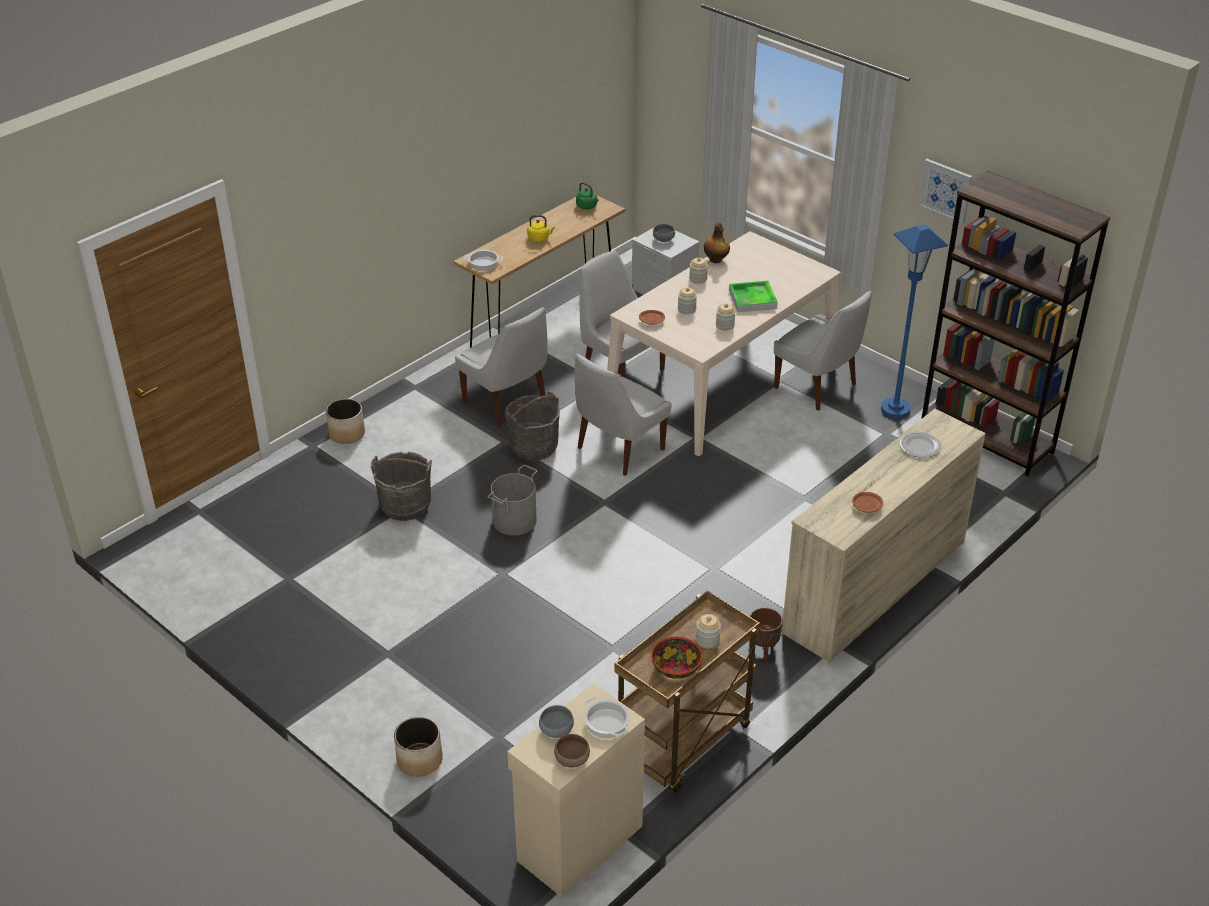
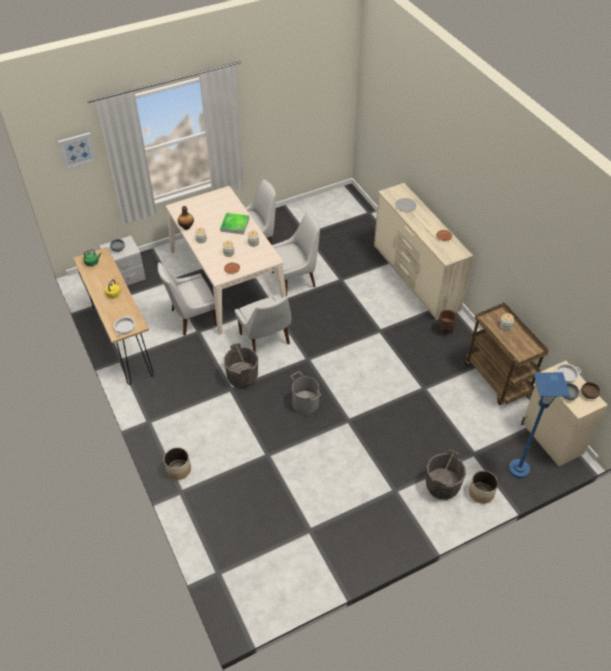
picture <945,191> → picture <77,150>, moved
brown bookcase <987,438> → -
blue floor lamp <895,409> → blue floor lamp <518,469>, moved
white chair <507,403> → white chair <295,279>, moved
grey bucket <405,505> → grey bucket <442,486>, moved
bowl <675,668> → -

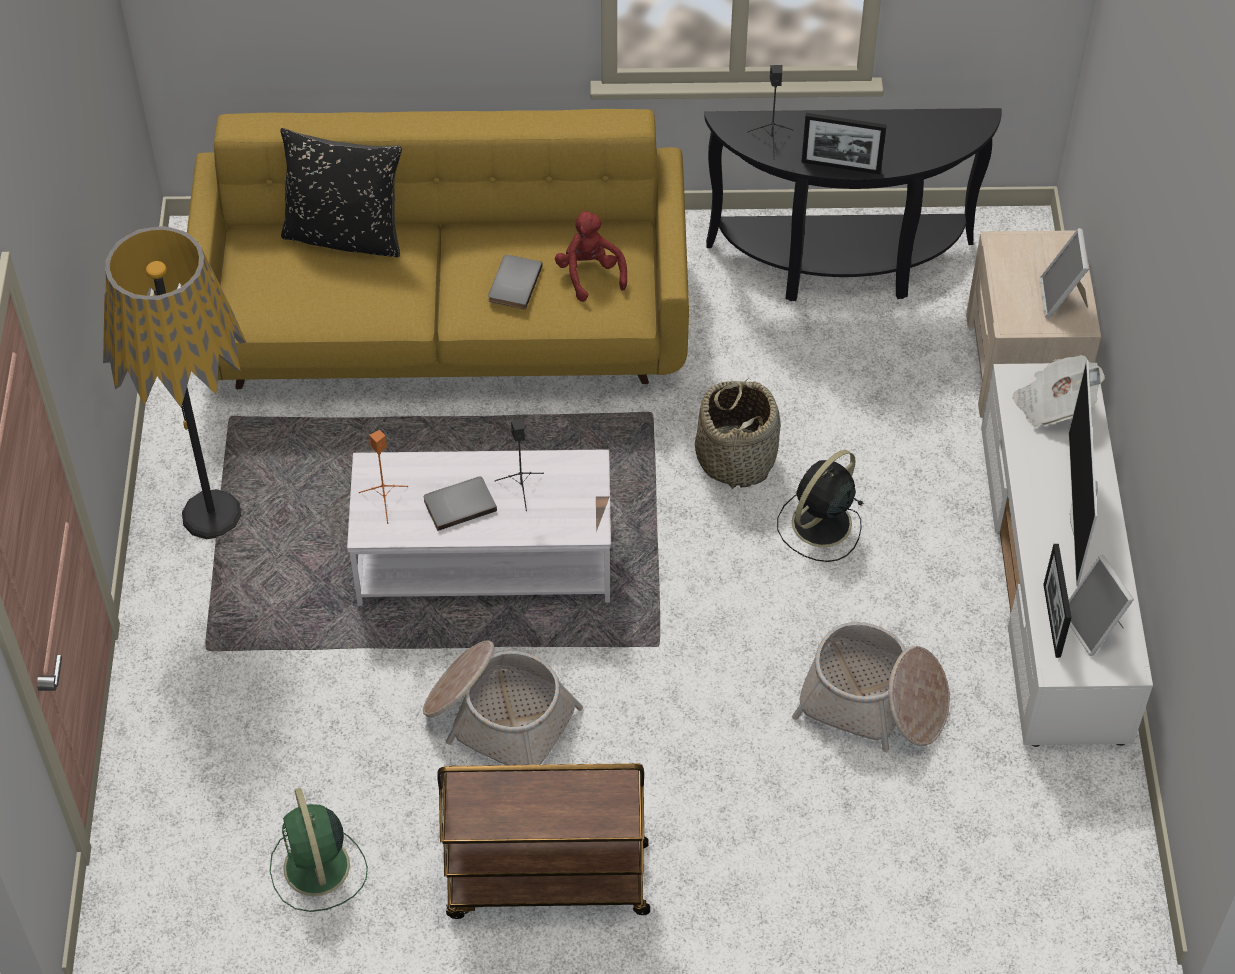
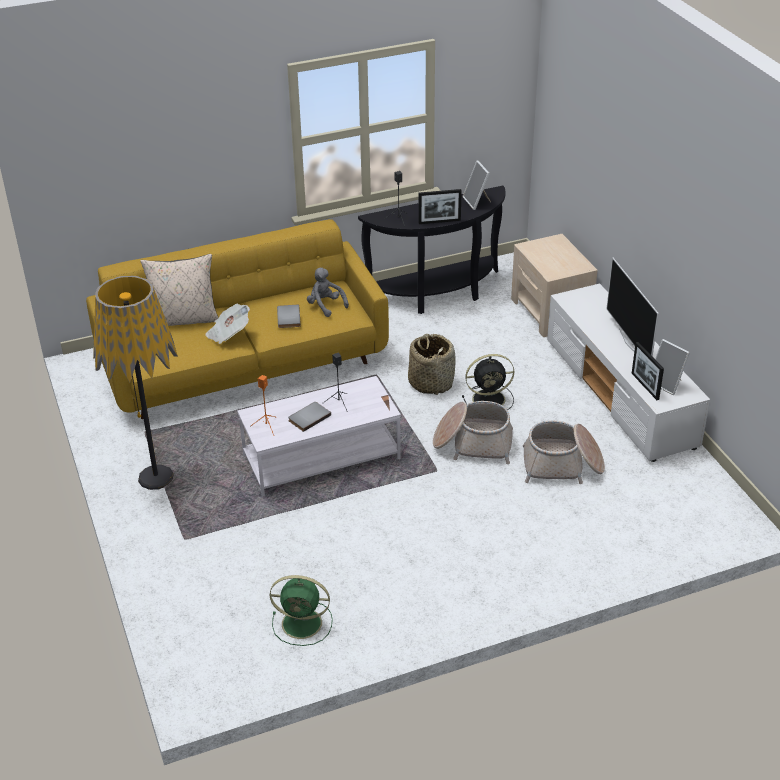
black pillow <345,235> → beige pillow <184,319>
red plush toy <590,274> → grey plush toy <325,306>
picture frame <1062,299> → picture frame <477,202>, moved
newspaper <1054,404> → newspaper <228,333>, moved
black fan <819,525> → black fan <490,399>, 120 degrees counterclockwise
basket <498,717> → basket <473,443>, moved
brown cart <546,881> → -
green fan <317,869> → green fan <303,623>, 45 degrees counterclockwise

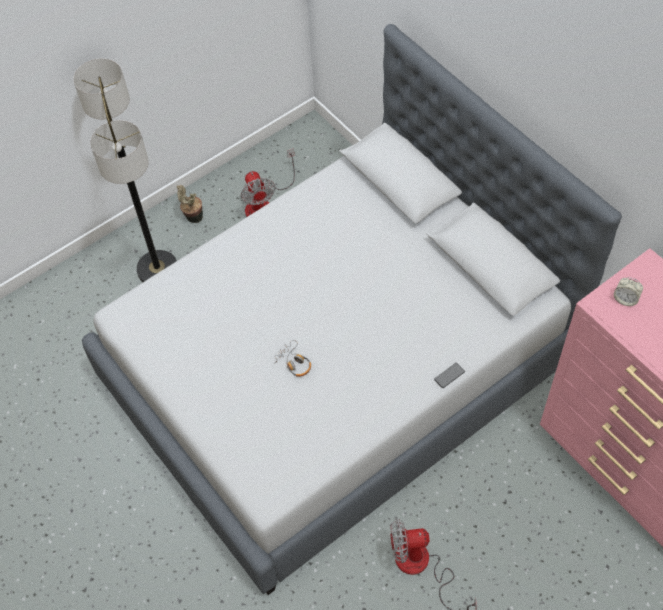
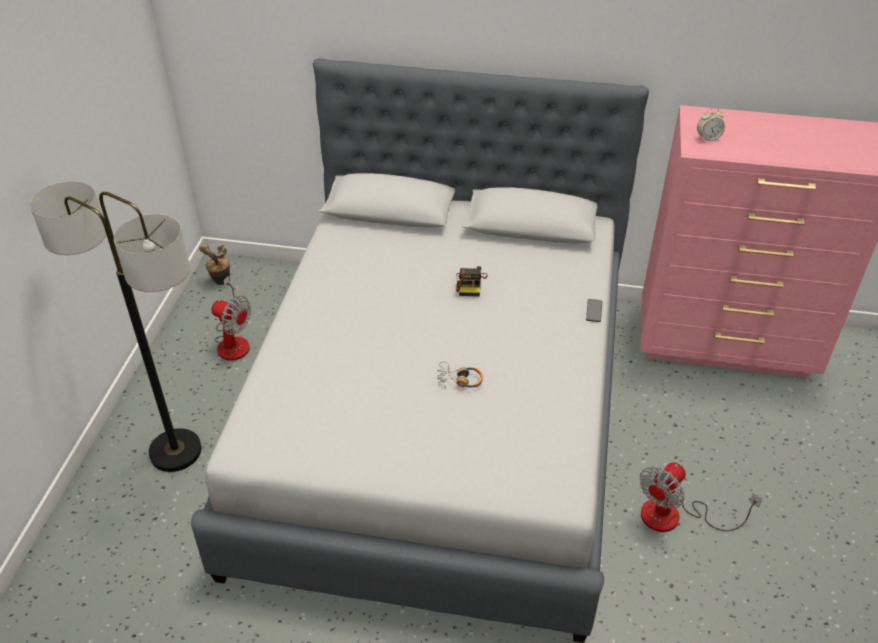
potted plant <193,218> → potted plant <220,282>, moved
- → photo camera <470,284>

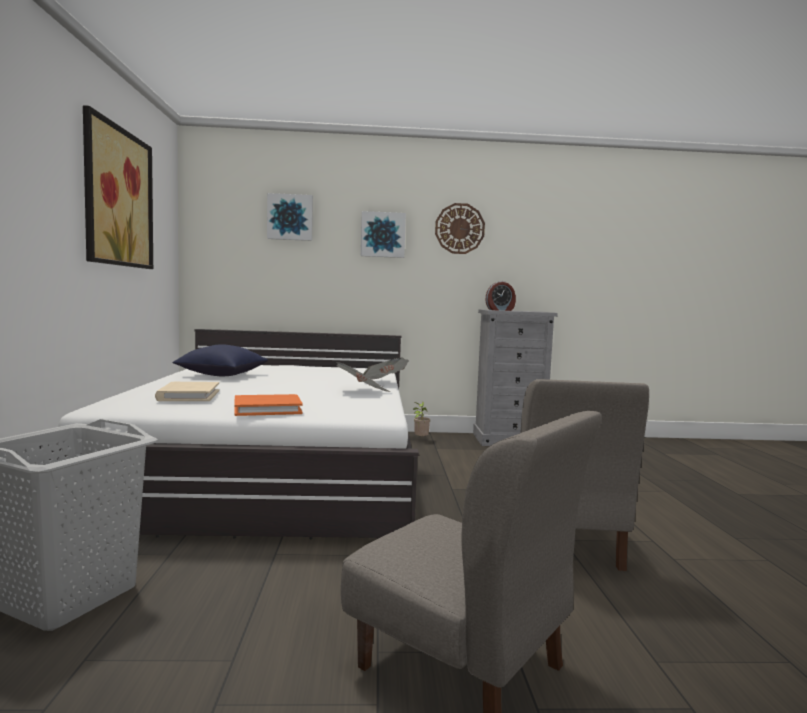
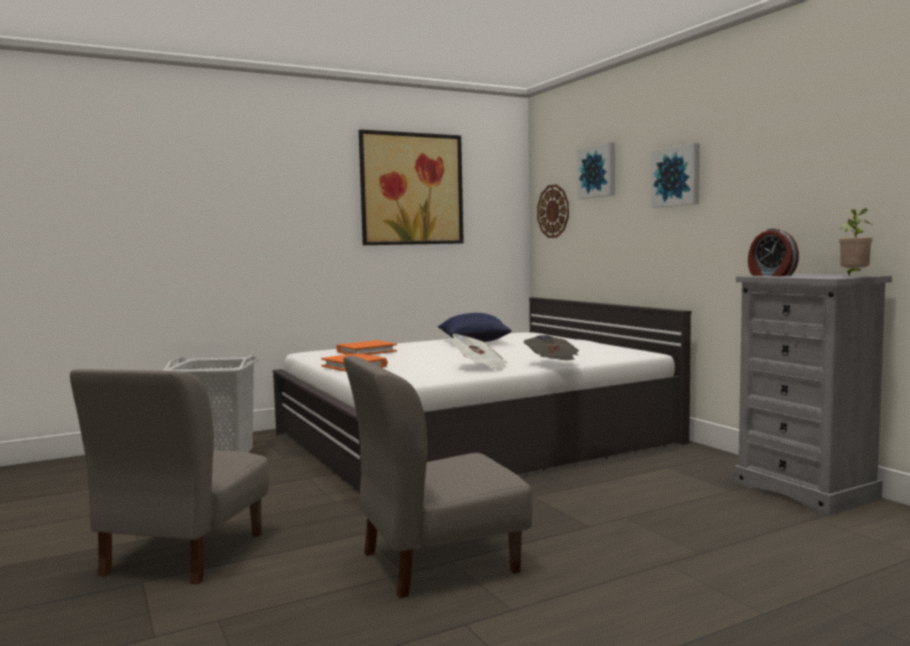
wall clock <459,228> → wall clock <553,211>, moved
beige book <188,395> → orange book <366,351>
potted plant <420,439> → potted plant <854,276>, moved

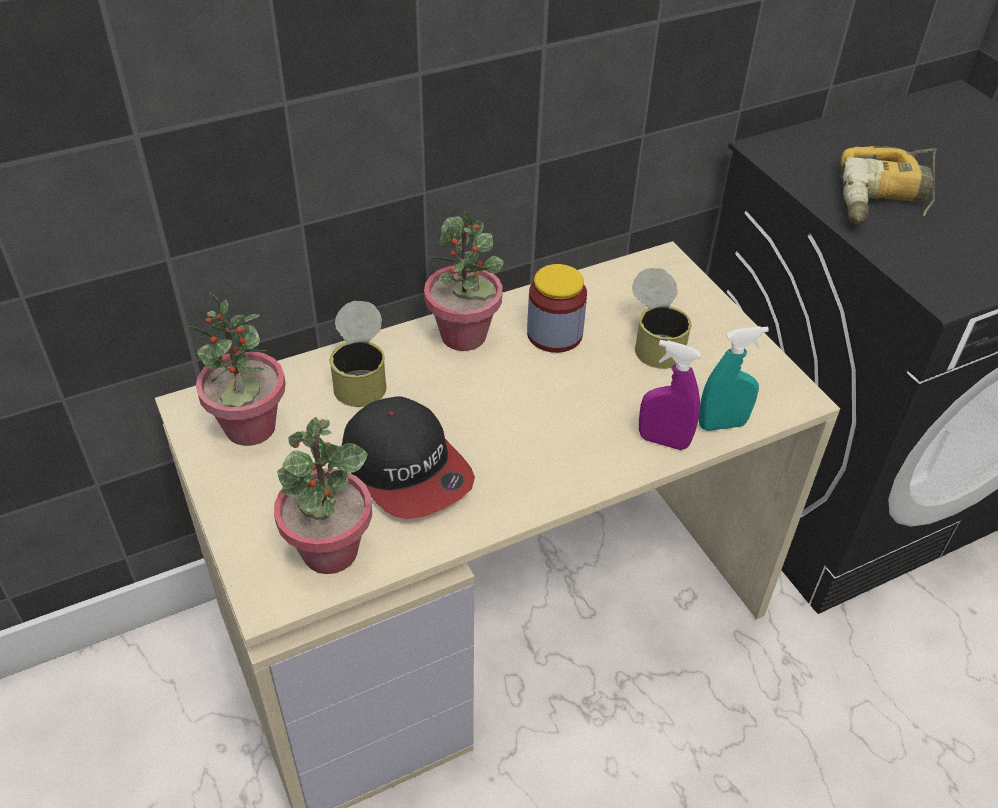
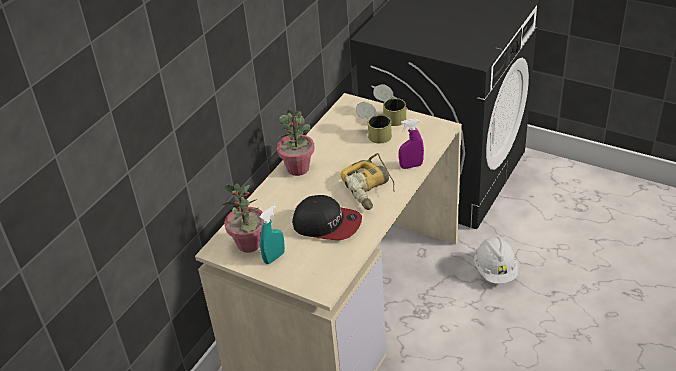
power drill <885,198> → power drill <371,188>, moved
jar <554,334> → -
can <361,376> → can <390,115>, moved
turquoise spray bottle <722,424> → turquoise spray bottle <274,257>, moved
potted plant <330,550> → -
- → white hard hat <495,271>

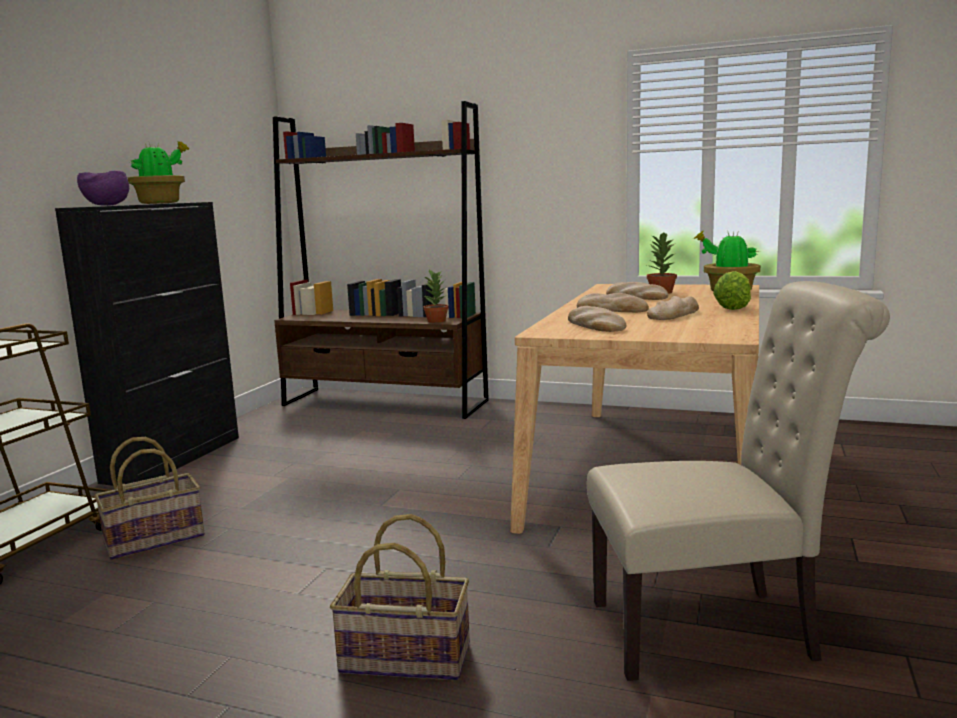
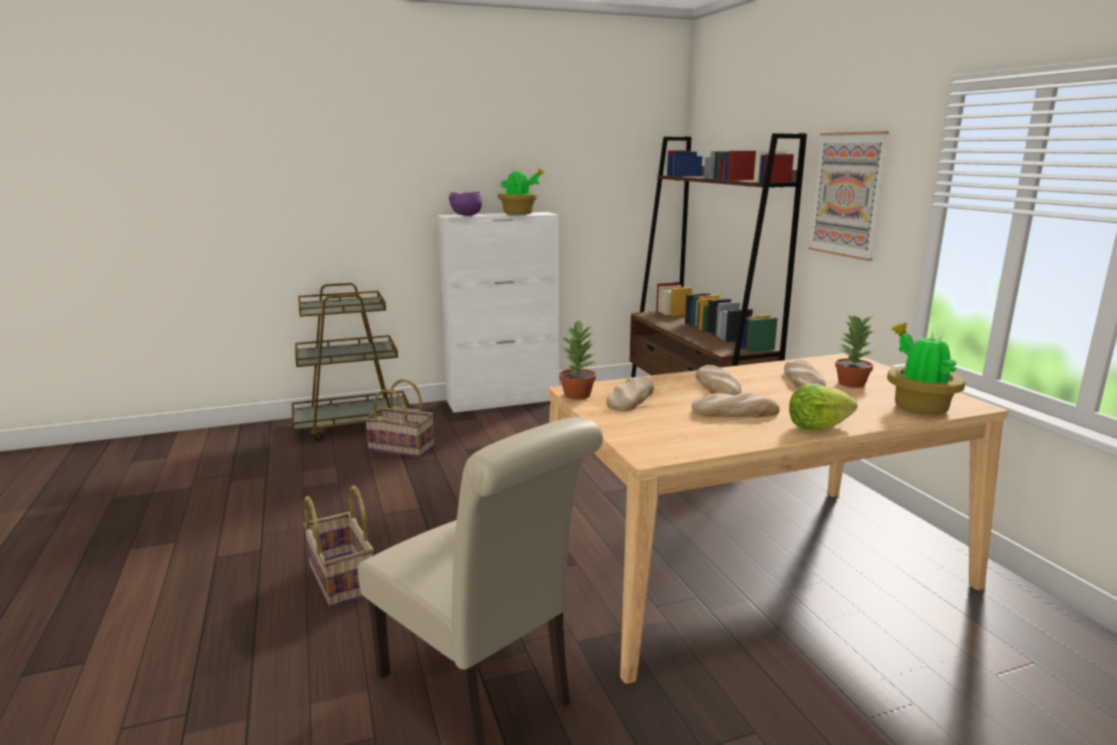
black cabinet <174,458> → white cabinet <503,400>
potted plant <436,321> → potted plant <578,394>, moved
- → picture <847,194>

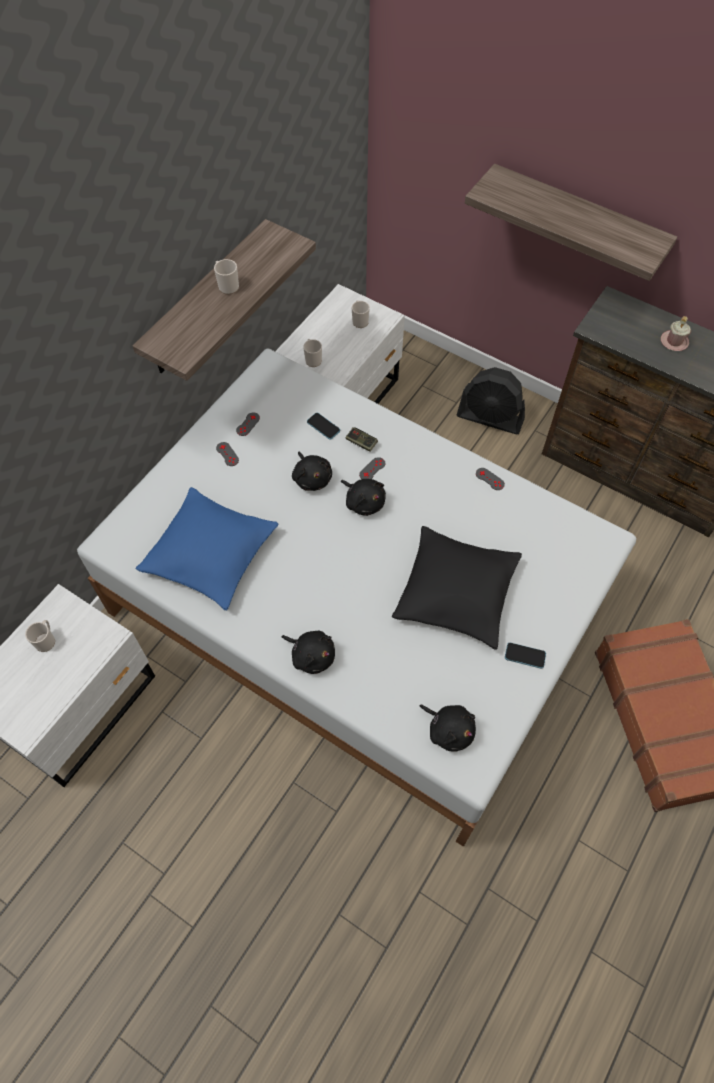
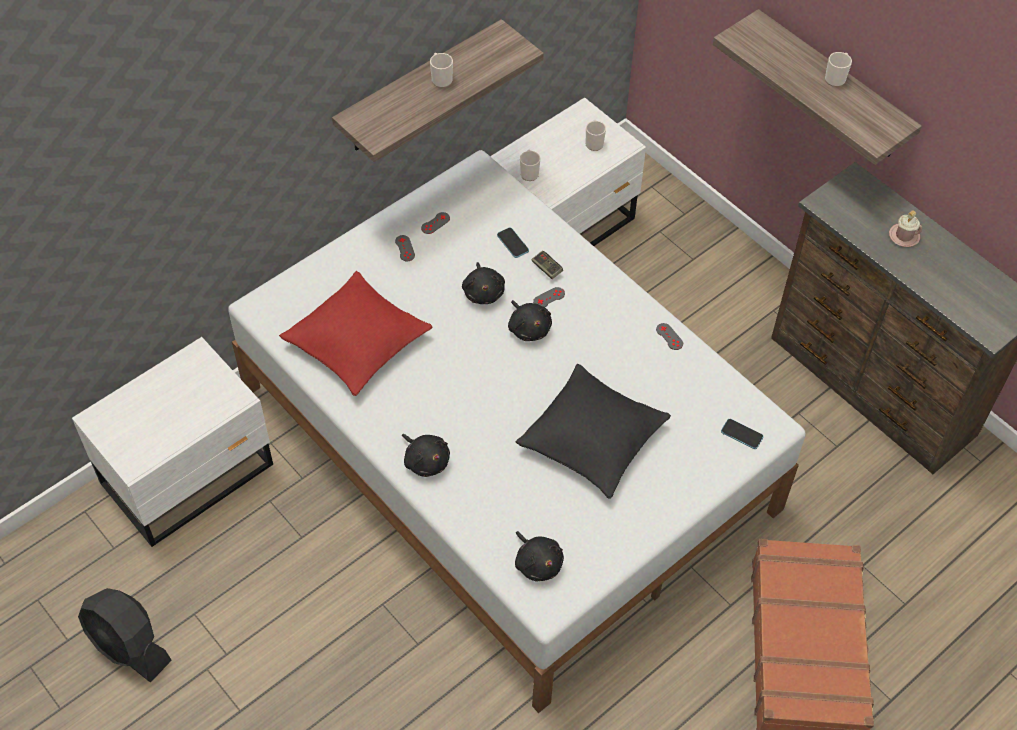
black fan <490,418> → black fan <129,646>, moved
blue pillow <210,554> → red pillow <357,341>
mug <46,640> → mug <836,78>, moved
phone <525,656> → phone <741,434>, moved

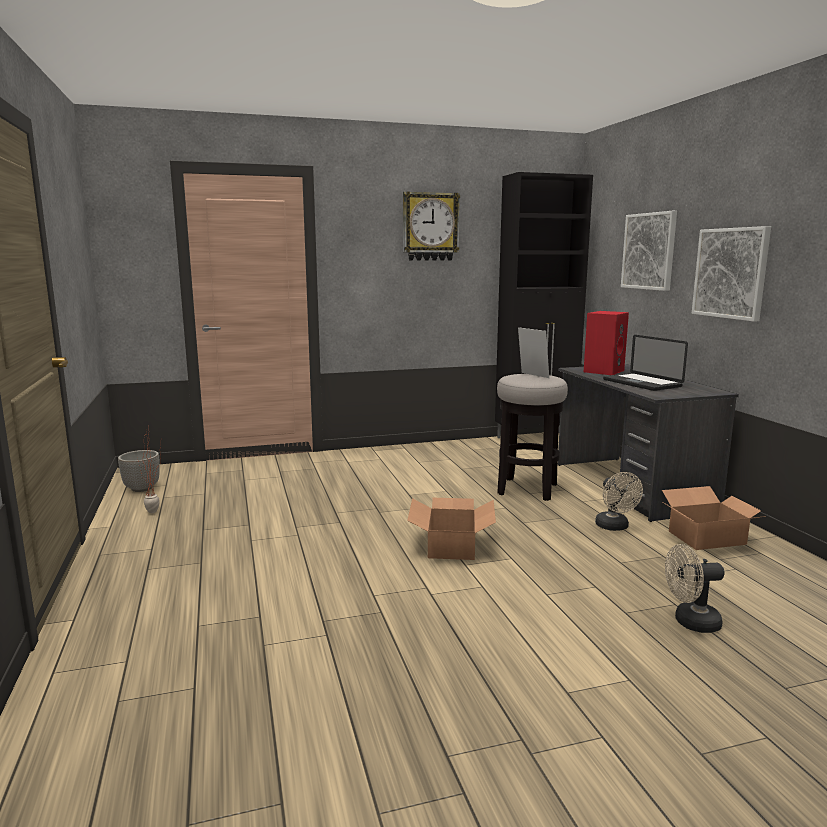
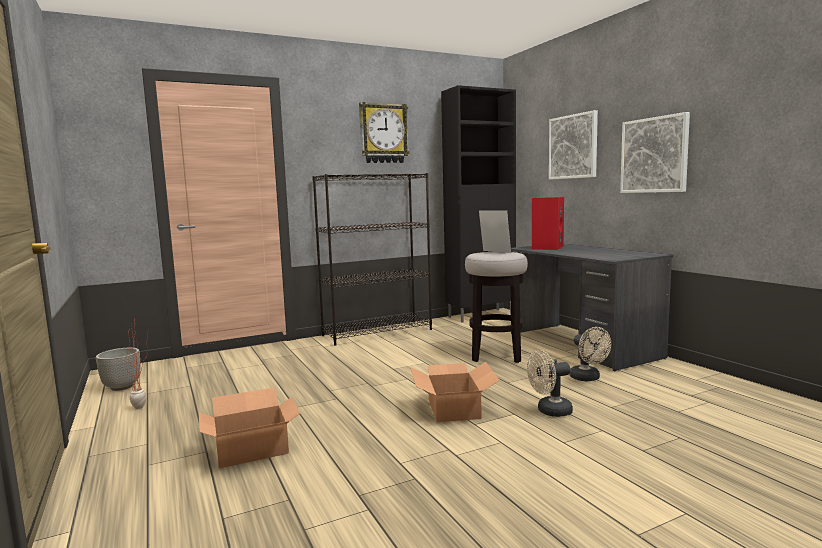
laptop <642,383> → -
cardboard box <705,537> → cardboard box <251,449>, moved
beige fan <690,622> → beige fan <549,411>, moved
- → black bookcase <378,332>

